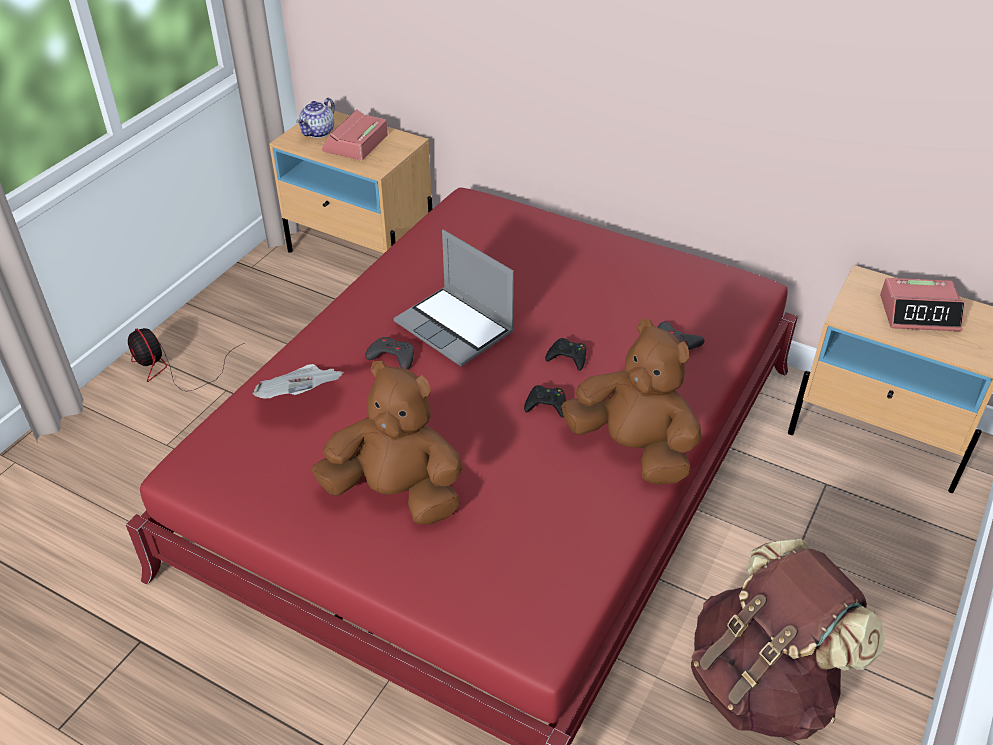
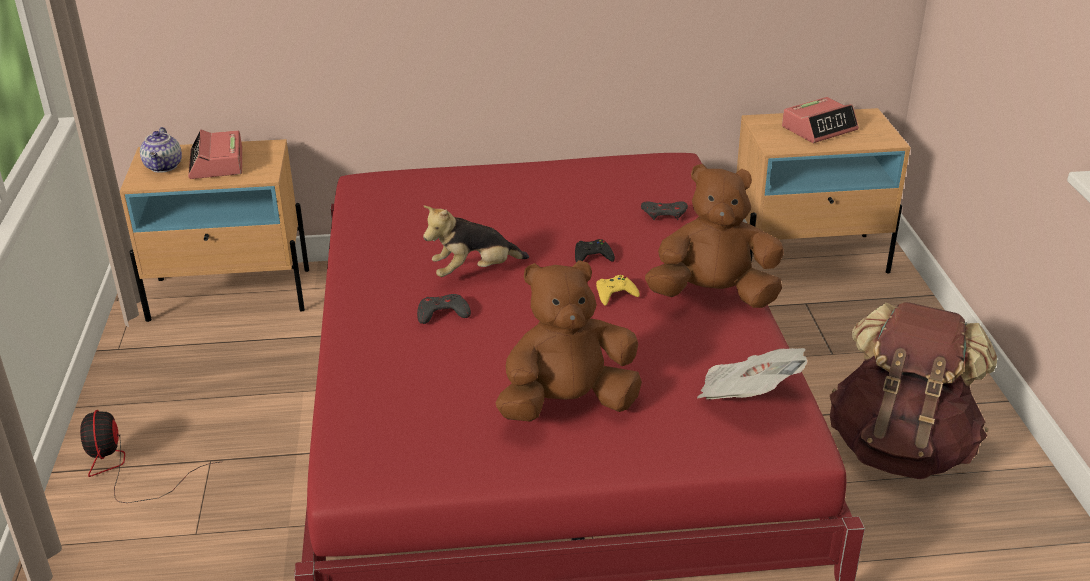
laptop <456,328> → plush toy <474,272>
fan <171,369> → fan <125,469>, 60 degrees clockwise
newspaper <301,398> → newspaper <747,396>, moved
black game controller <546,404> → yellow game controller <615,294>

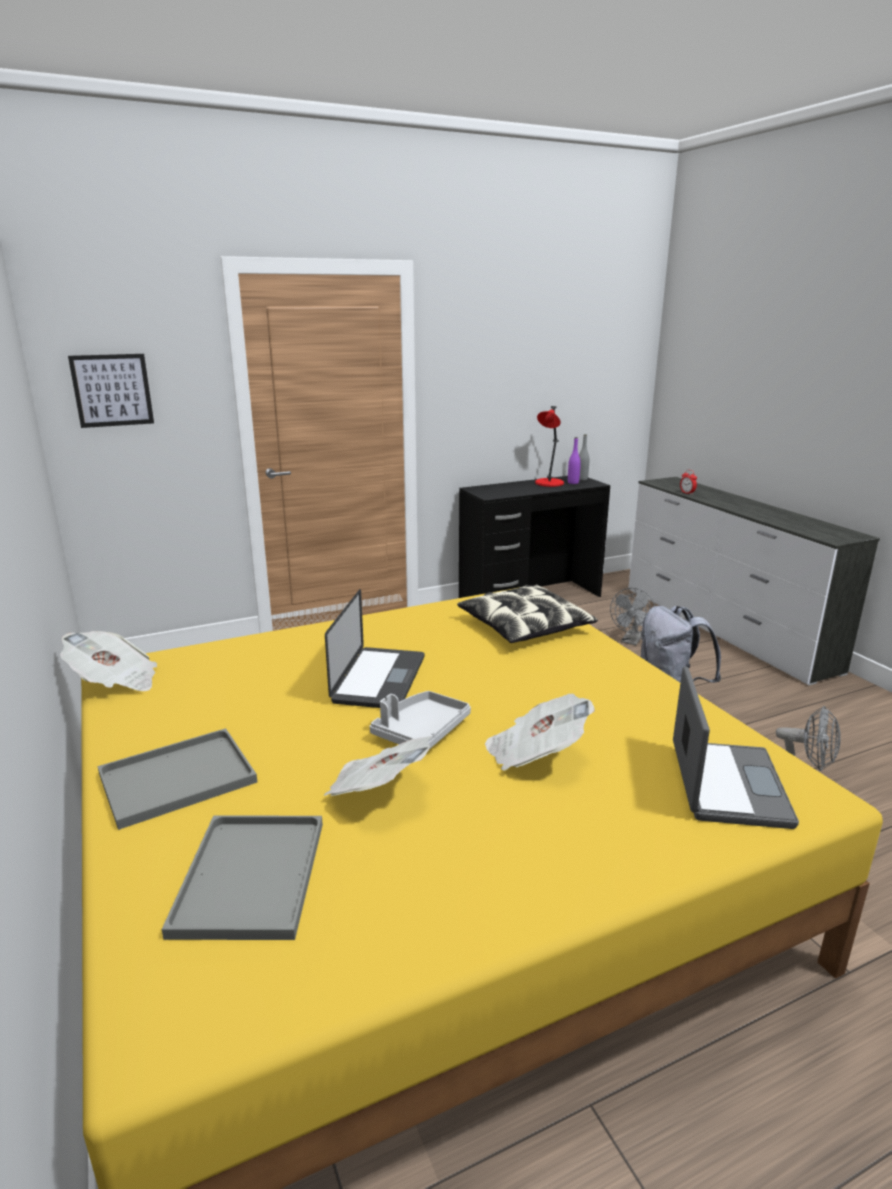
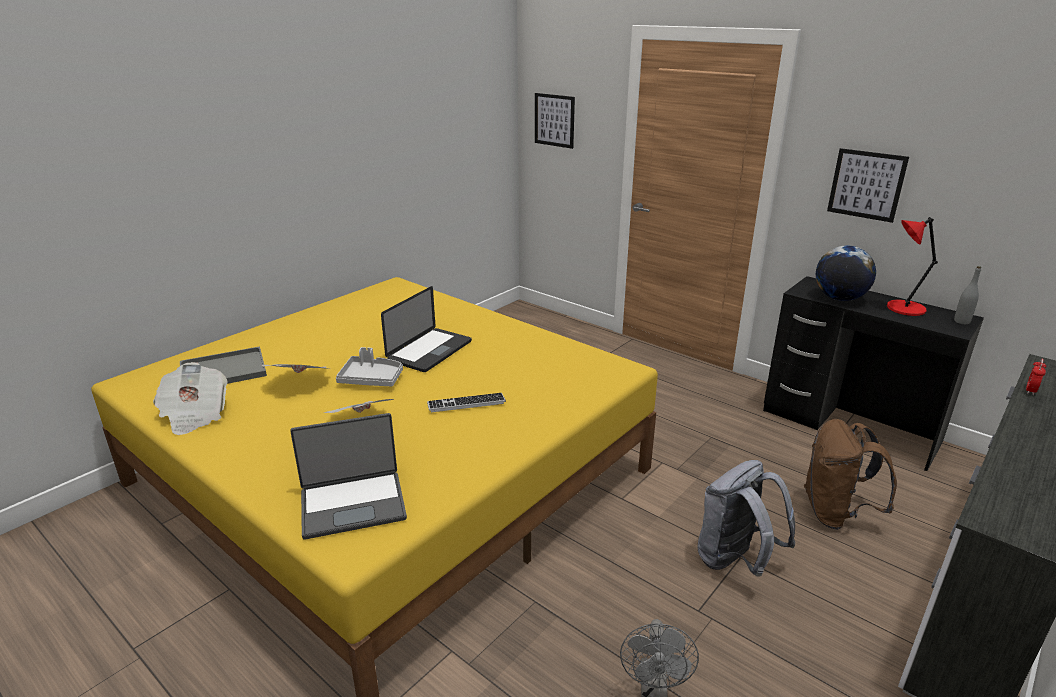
purple bottle <573,483> → -
pillow <525,626> → -
grey fan <631,641> → brown backpack <836,513>
laptop <379,679> → laptop <430,351>, 45 degrees counterclockwise
newspaper <115,681> → newspaper <194,414>, moved
grey tray <175,780> → -
- → picture <866,185>
- → globe <839,298>
- → keyboard <466,403>

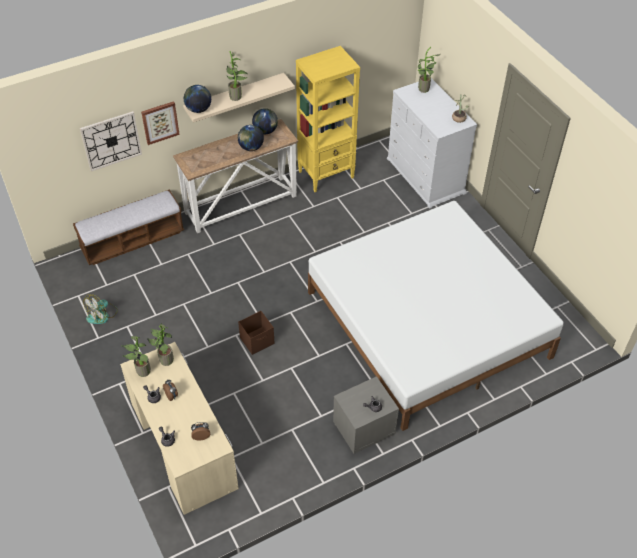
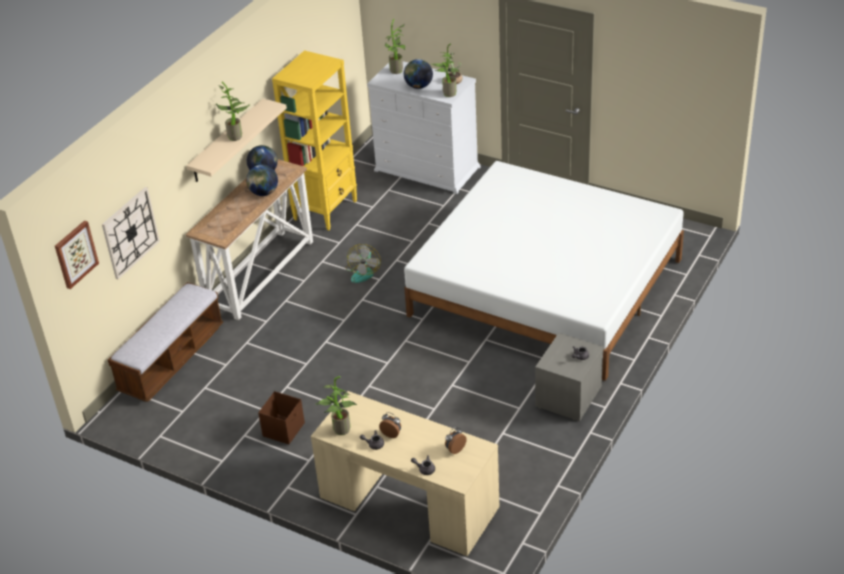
globe <198,109> → globe <418,86>, moved
picture <160,122> → picture <75,254>, moved
fan <102,315> → fan <363,272>, moved
brown storage box <257,341> → brown storage box <284,429>, moved
potted plant <164,360> → potted plant <447,94>, moved

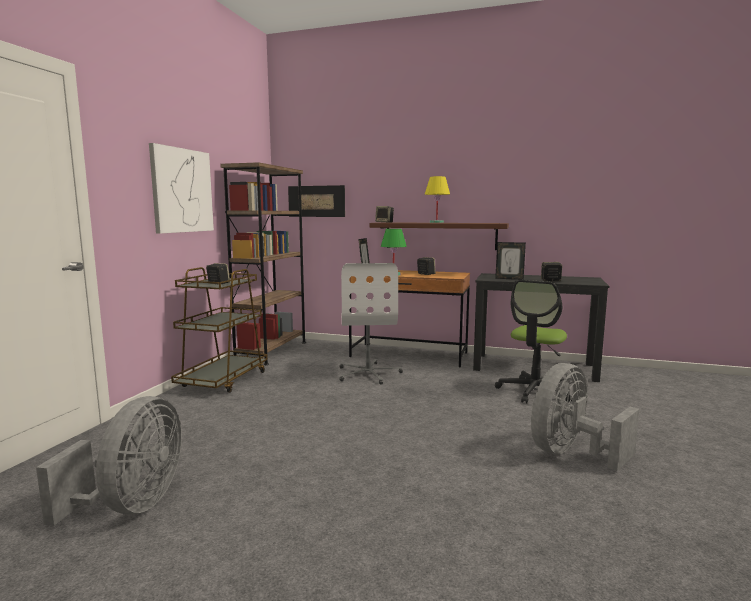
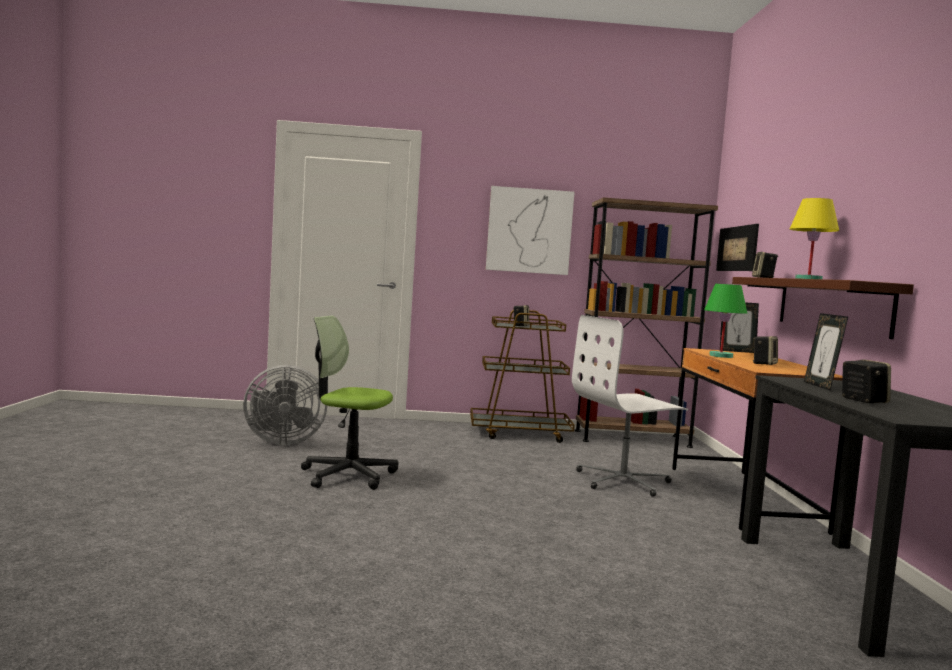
office chair <534,391> → office chair <348,475>, moved
grey fan <570,453> → -

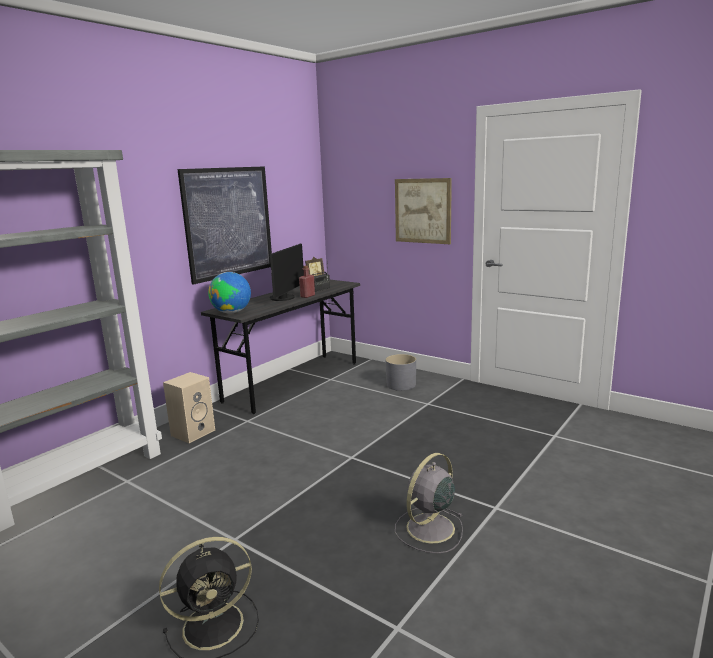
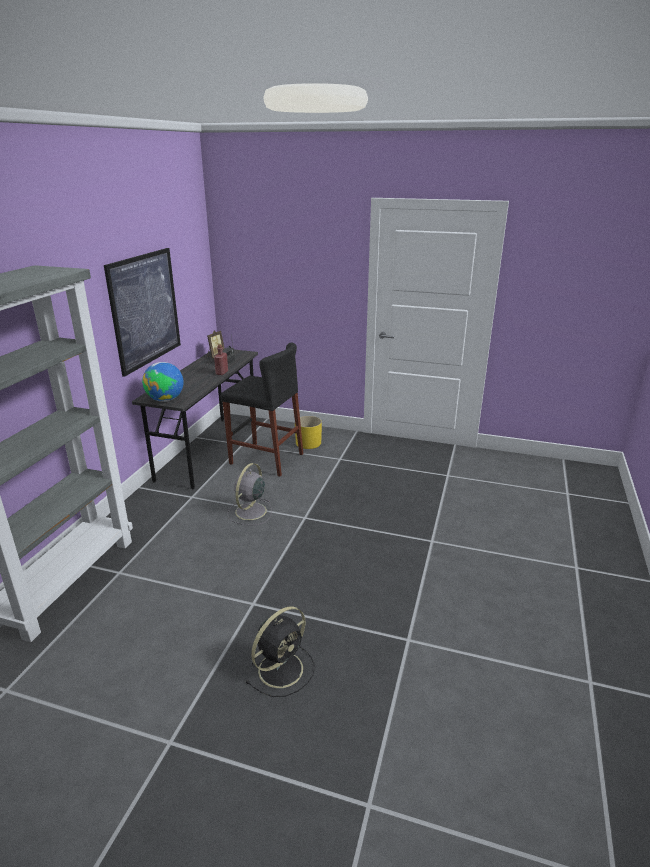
picture <422,211> → -
monitor <285,298> → -
grey planter <401,385> → yellow planter <308,443>
beige speaker <193,432> → -
grey fan <429,529> → grey fan <250,512>, moved
- → black stool <266,459>

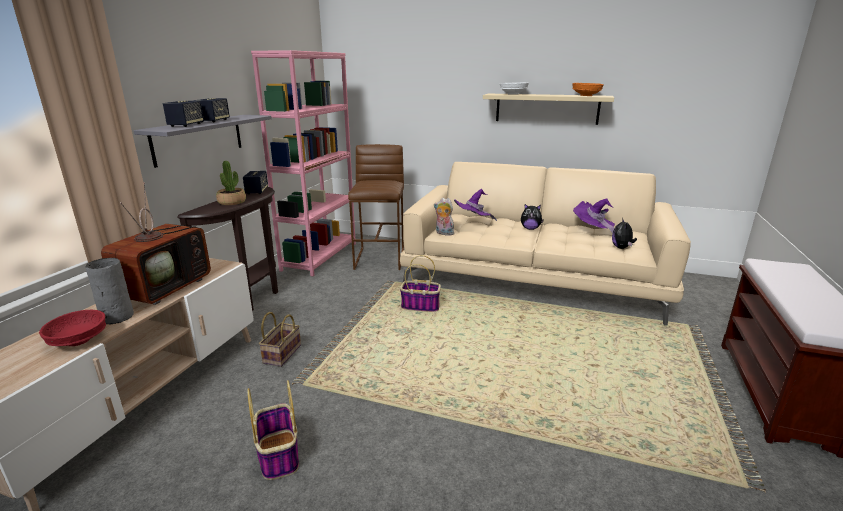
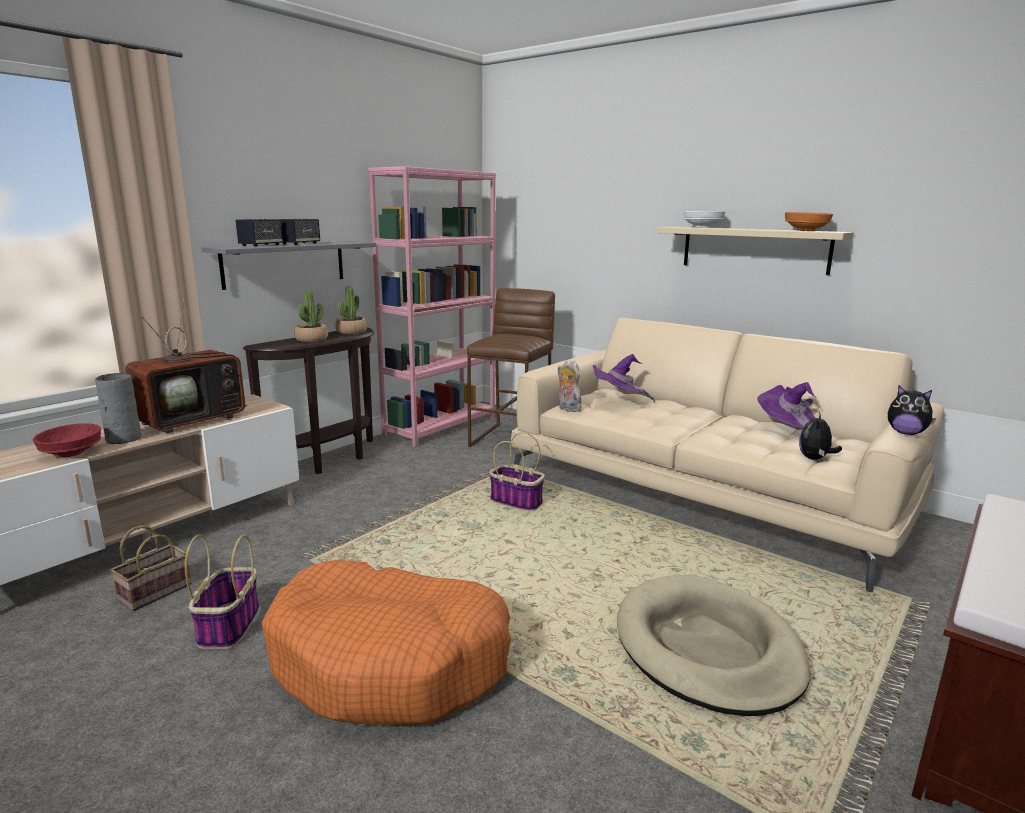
speaker <257,191> → potted plant <351,332>
plush toy <530,229> → plush toy <906,433>, moved
basket <282,353> → basket <156,591>, moved
- → orange dog bed <390,661>
- → beige dog bed <707,648>

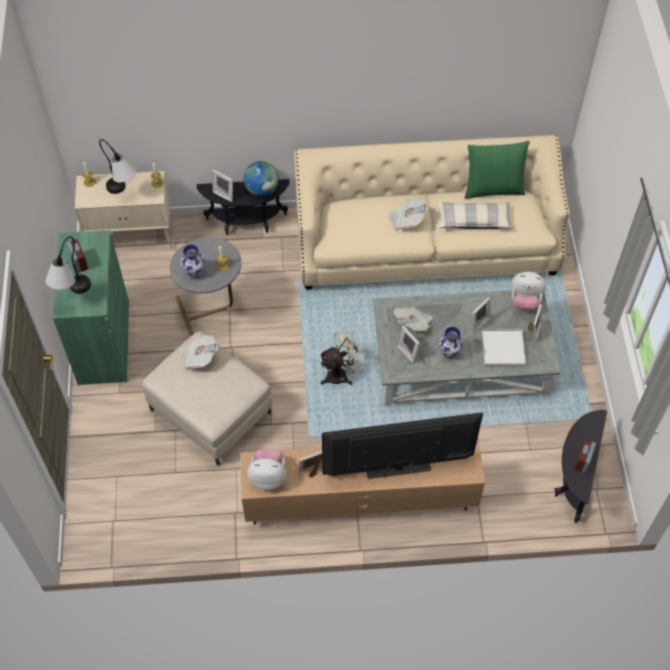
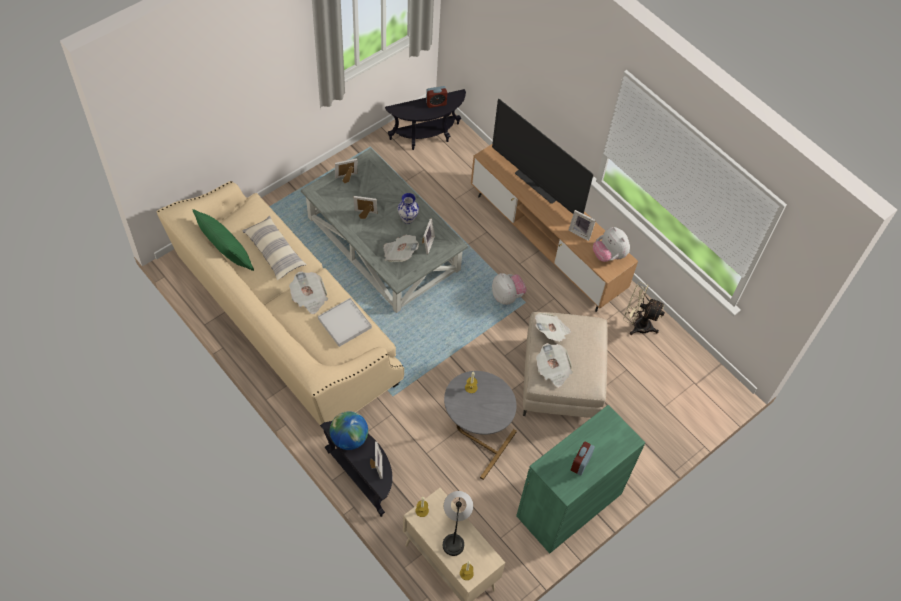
table lamp <72,296> → -
vase <194,272> → -
plush toy <525,301> → plush toy <507,296>, moved
beige fan <341,374> → beige fan <637,324>, moved
white tray <503,349> → white tray <344,323>, moved
- → newspaper <551,332>

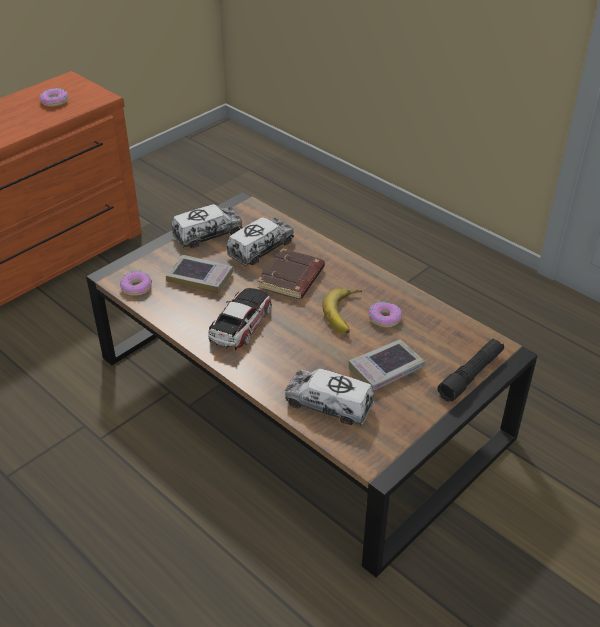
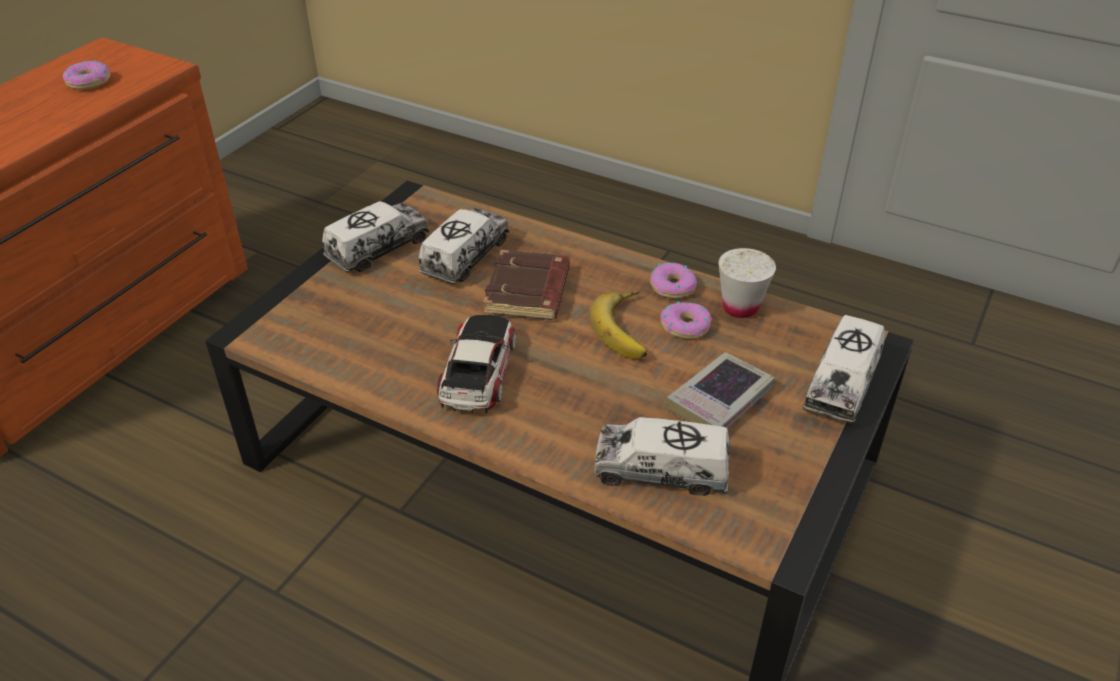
book <200,278> → -
donut <137,287> → donut <672,286>, moved
black flashlight <471,375> → toy truck <841,386>
- → white cup <740,307>

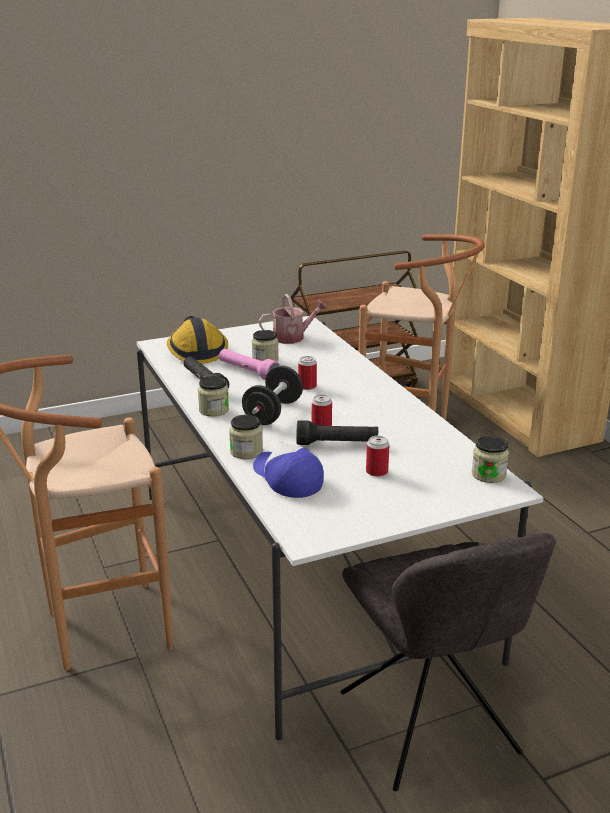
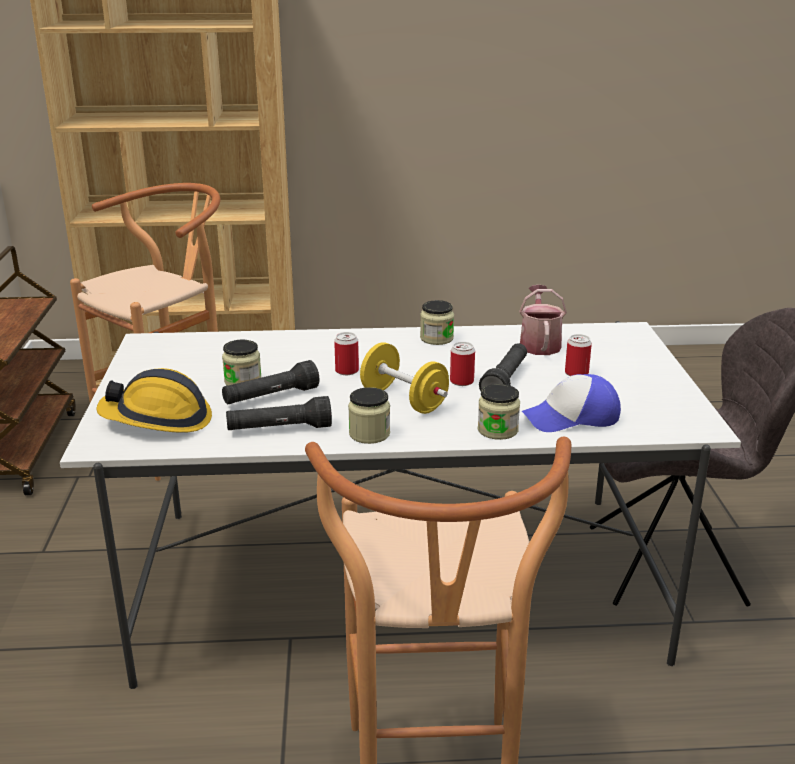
watering can <293,337> → watering can <539,344>, moved
pink flashlight <248,372> → black flashlight <271,397>
black dumbbell <273,412> → yellow dumbbell <404,400>
jar <488,474> → jar <436,338>, moved

